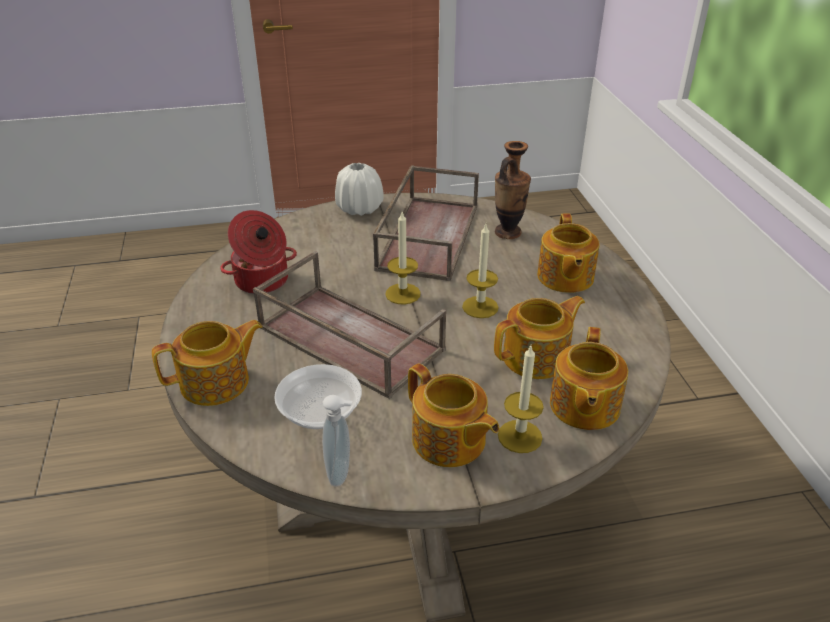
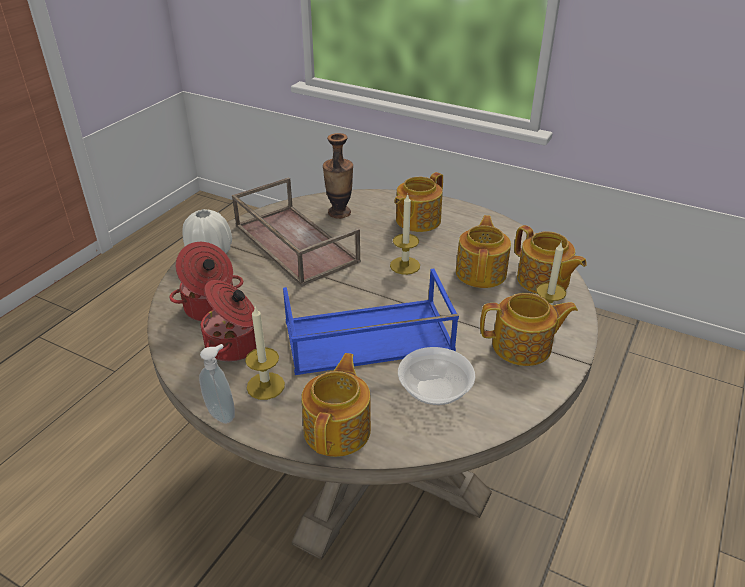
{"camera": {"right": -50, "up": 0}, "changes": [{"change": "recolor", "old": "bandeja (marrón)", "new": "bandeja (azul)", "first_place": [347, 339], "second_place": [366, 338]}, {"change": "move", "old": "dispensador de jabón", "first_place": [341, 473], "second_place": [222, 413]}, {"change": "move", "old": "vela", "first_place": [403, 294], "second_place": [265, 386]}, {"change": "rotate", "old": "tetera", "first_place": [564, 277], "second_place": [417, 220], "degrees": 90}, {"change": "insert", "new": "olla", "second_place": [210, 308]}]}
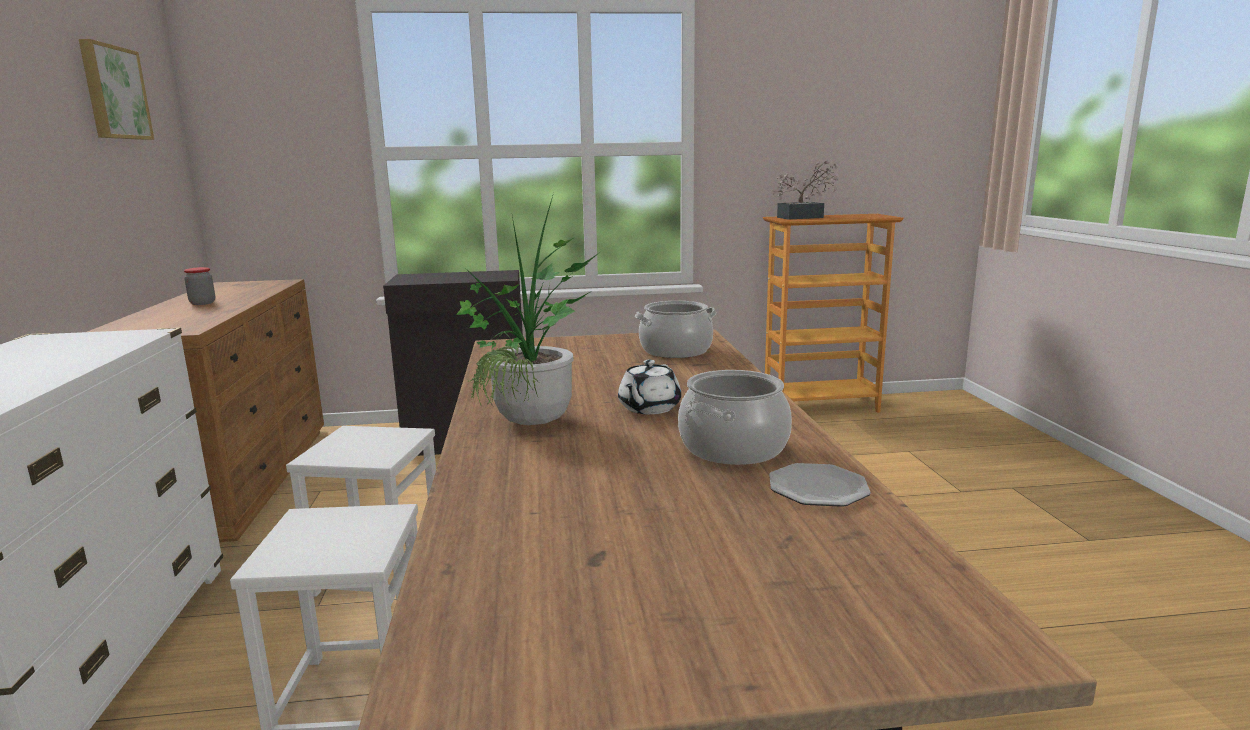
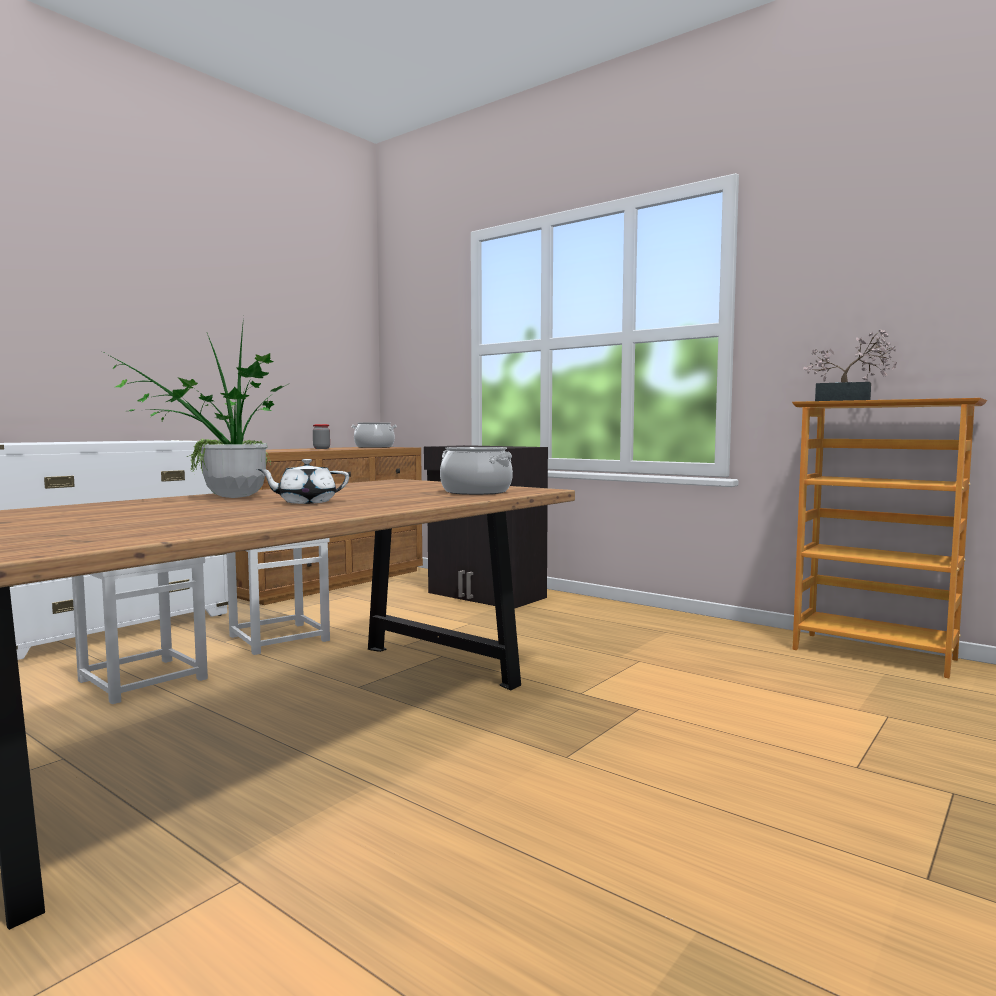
{"camera": {"right": 45, "up": -10}, "changes": [{"change": "delete", "old": "cuadro", "first_place": [113, 93]}, {"change": "move", "old": "olla", "first_place": [734, 448], "second_place": [374, 447]}, {"change": "delete", "old": "plato", "first_place": [819, 489]}]}
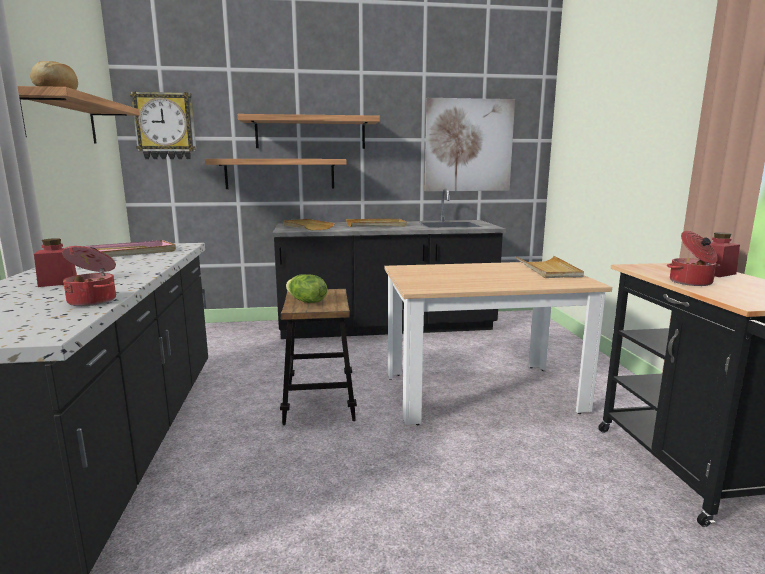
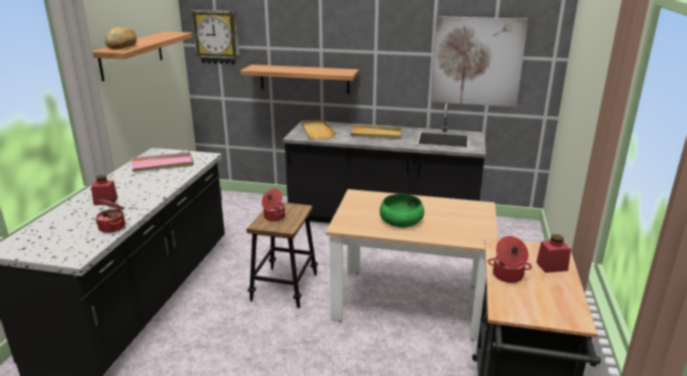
{"camera": {"right": 20, "up": 10}, "changes": [{"change": "delete", "old": "estante", "first_place": [310, 133]}, {"change": "replace", "old": "lechuga", "new": "olla", "first_place": [306, 301], "second_place": [273, 217]}, {"change": "delete", "old": "bandeja (beis)", "first_place": [548, 270]}, {"change": "insert", "new": "cuenco (verde)", "second_place": [401, 221]}]}
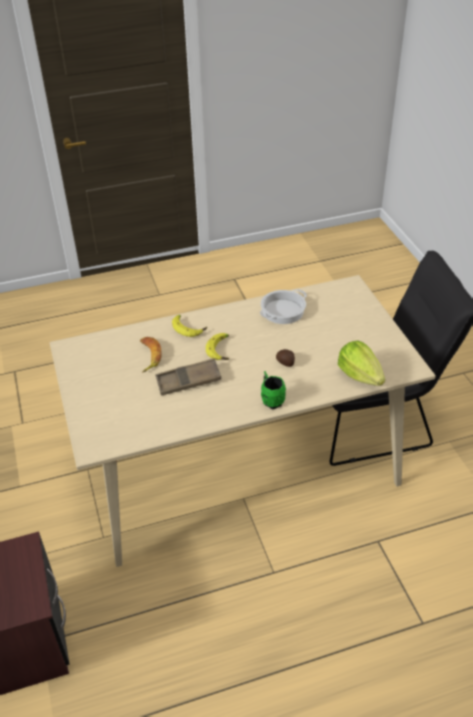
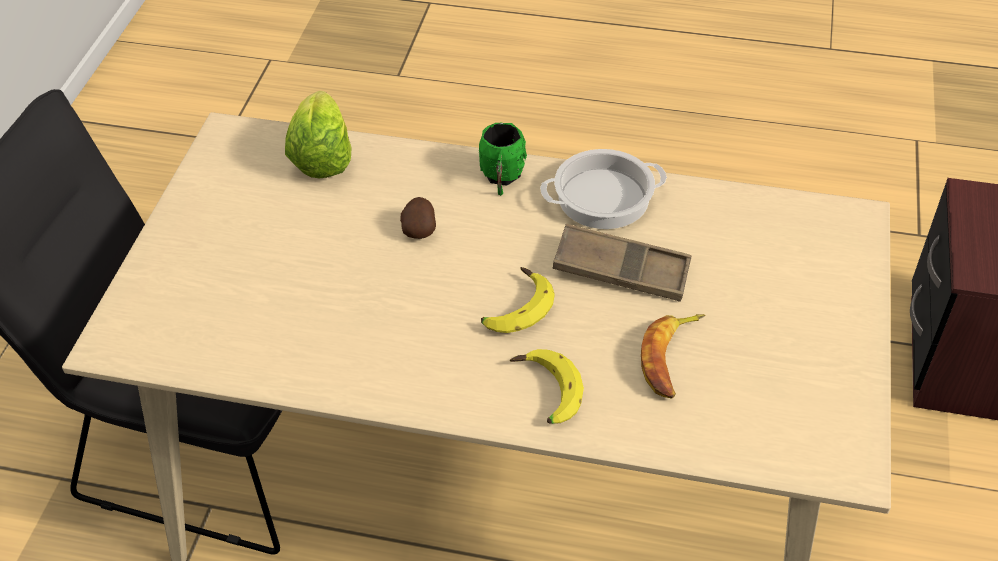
{"camera": {"right": -150, "up": 5}, "changes": [{"change": "move", "old": "olla", "first_place": [283, 311], "second_place": [603, 197]}]}
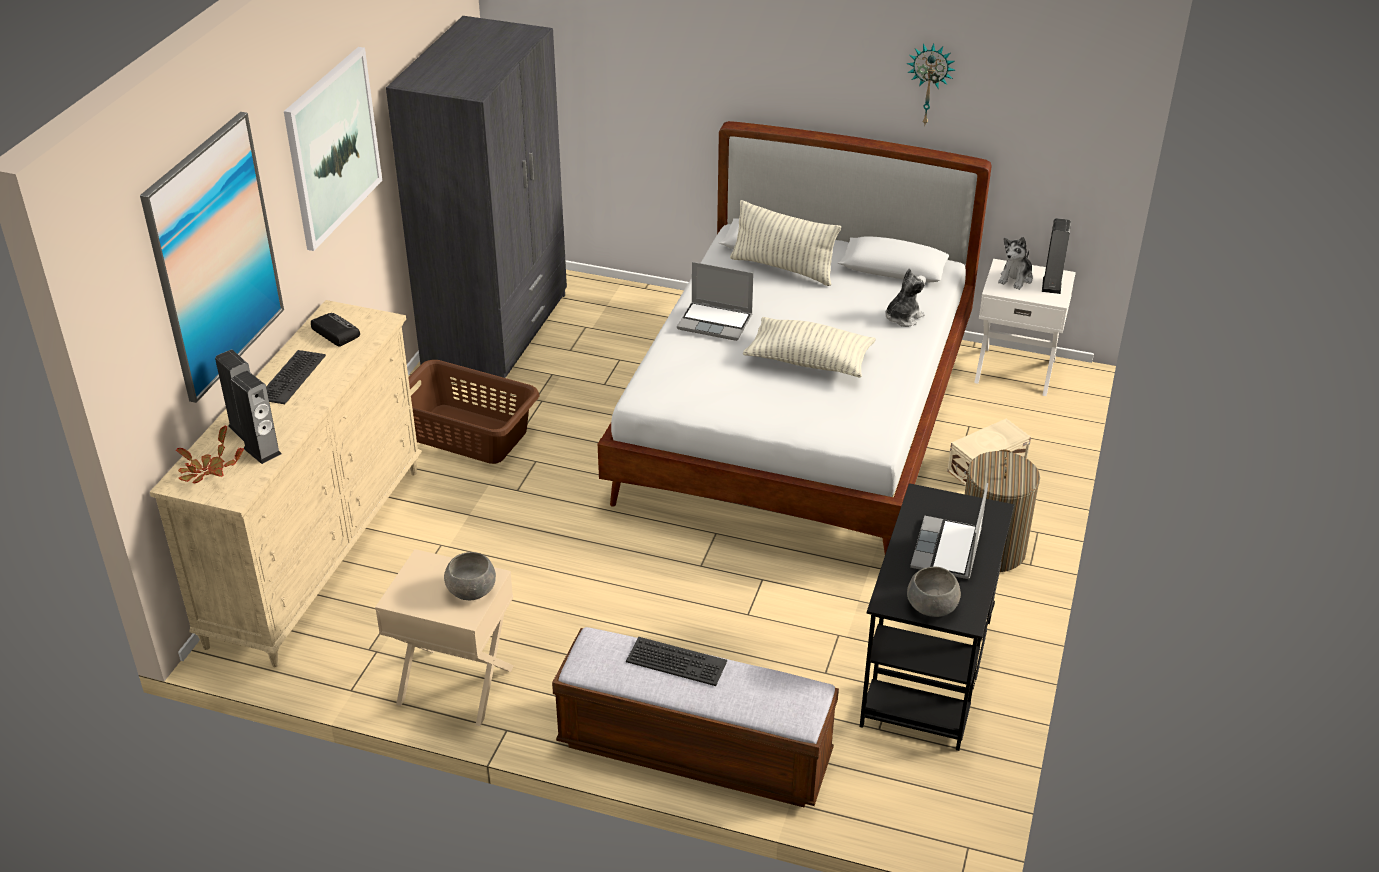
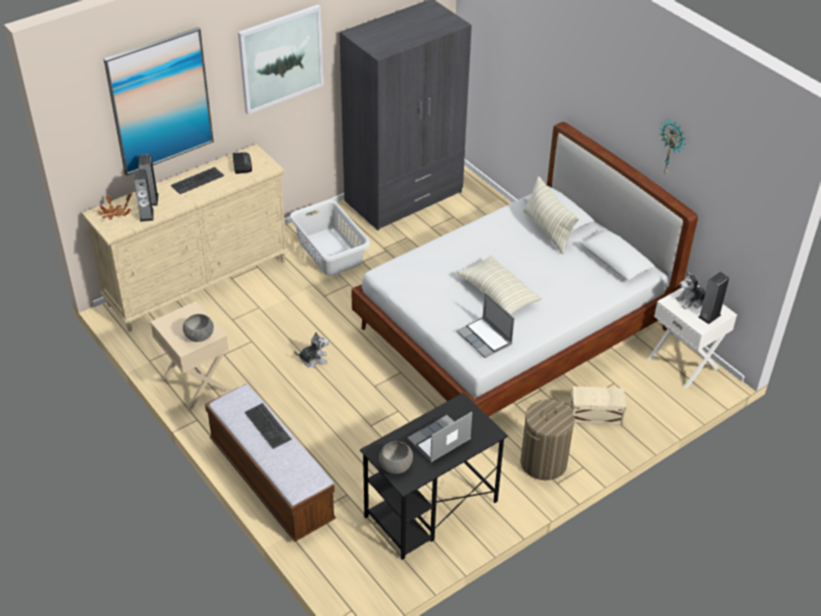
{"camera": {"right": 35, "up": 5}, "changes": [{"change": "recolor", "old": "cesto de la ropa (marrón)", "new": "cesto de la ropa (gris)", "first_place": [468, 433], "second_place": [330, 251]}, {"change": "move", "old": "portátil", "first_place": [716, 322], "second_place": [485, 338]}, {"change": "move", "old": "peluche", "first_place": [902, 317], "second_place": [313, 359]}]}
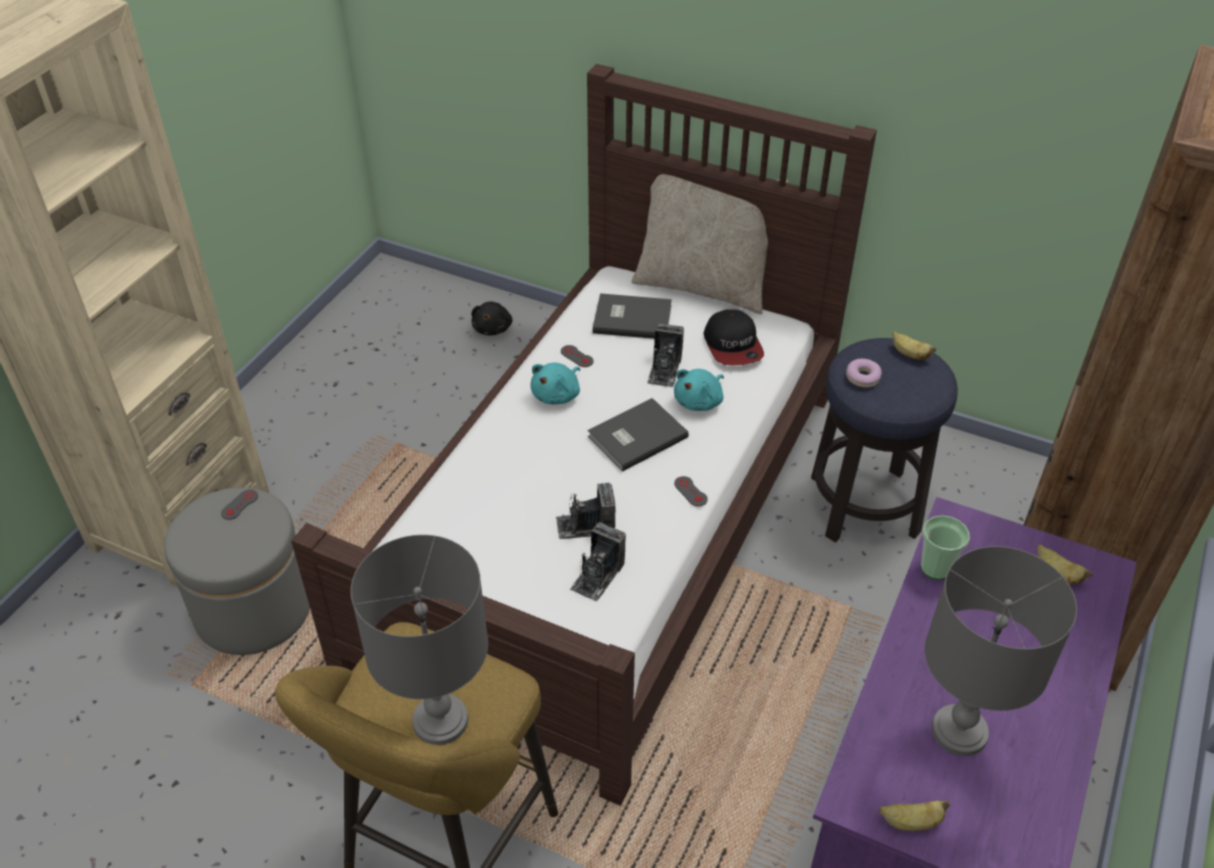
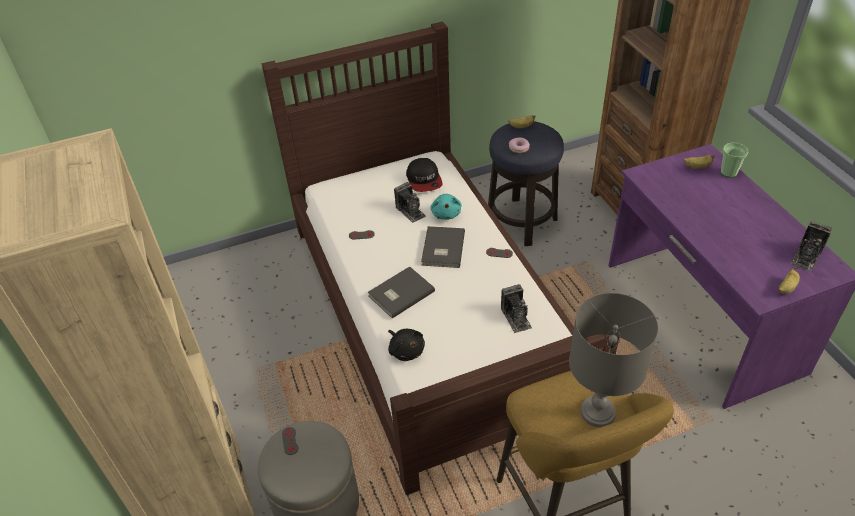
{"camera": {"right": -45, "up": 0}, "changes": [{"change": "move", "old": "peluche (negro)", "first_place": [493, 328], "second_place": [406, 350]}, {"change": "delete", "old": "peluche (turquesa)", "first_place": [557, 395]}, {"change": "move", "old": "cámara", "first_place": [585, 526], "second_place": [806, 256]}, {"change": "move", "old": "libro (gris)", "first_place": [631, 318], "second_place": [399, 293]}, {"change": "delete", "old": "cojín (beis)", "first_place": [703, 285]}, {"change": "rotate", "old": "gorra", "first_place": [733, 346], "second_place": [424, 180], "degrees": 45}, {"change": "move", "old": "taza", "first_place": [935, 568], "second_place": [728, 172]}, {"change": "delete", "old": "lámpara de mesa (gris)", "first_place": [958, 731]}]}
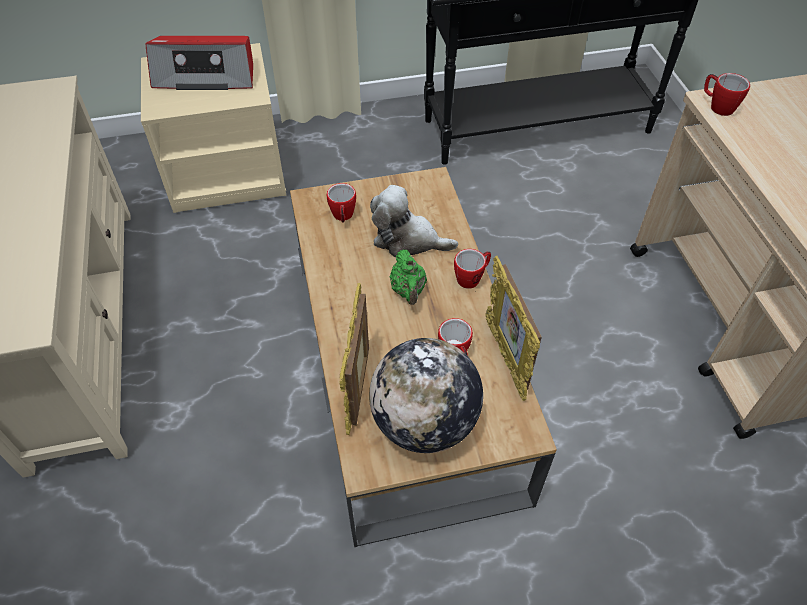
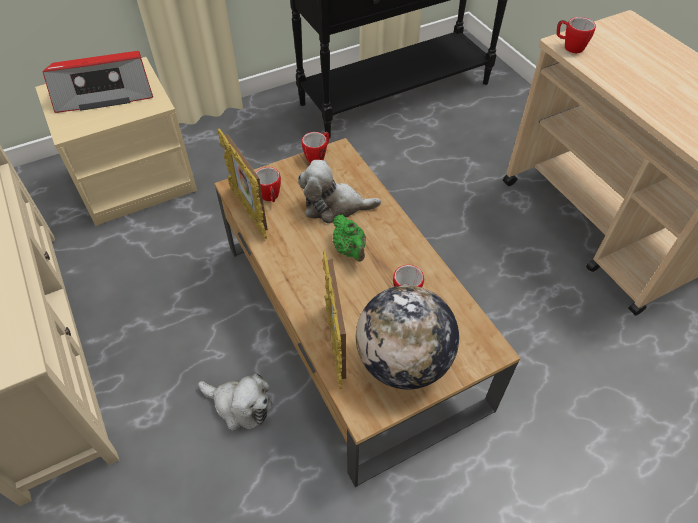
{"camera": {"right": -15, "up": 0}, "changes": [{"change": "move", "old": "taza grande", "first_place": [472, 278], "second_place": [318, 156]}, {"change": "move", "old": "portarretratos", "first_place": [506, 358], "second_place": [249, 212]}, {"change": "insert", "new": "peluche", "second_place": [240, 406]}]}
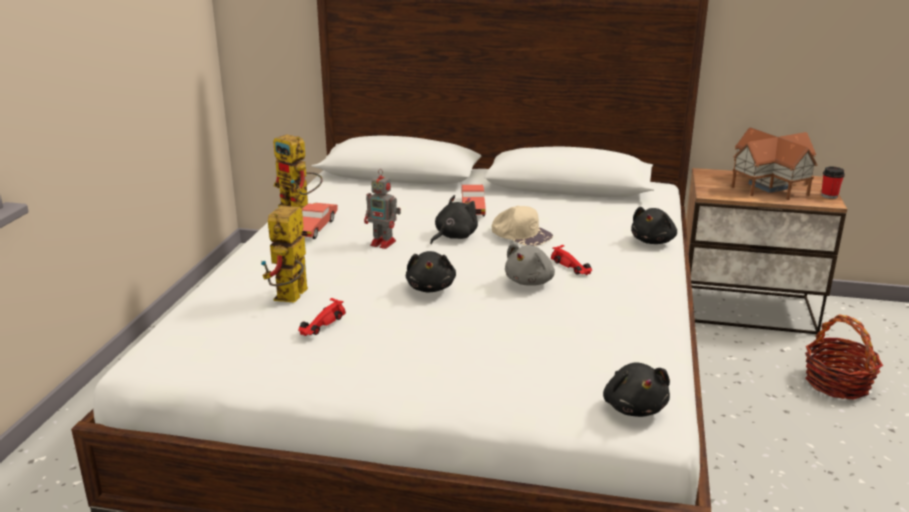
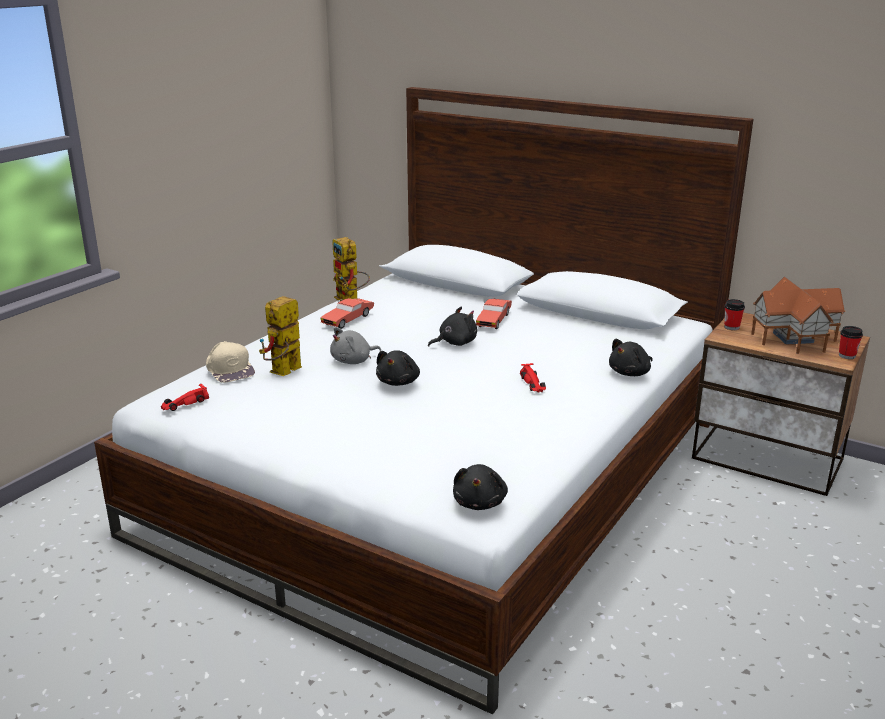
{"camera": {"right": 20, "up": 0}, "changes": [{"change": "move", "old": "coche de juguete (rojo)", "first_place": [321, 324], "second_place": [184, 403]}, {"change": "delete", "old": "robot de juguete", "first_place": [384, 243]}, {"change": "move", "old": "gorra (beis)", "first_place": [521, 234], "second_place": [230, 369]}, {"change": "move", "old": "peluche (gris)", "first_place": [530, 281], "second_place": [353, 361]}, {"change": "delete", "old": "cesta", "first_place": [837, 383]}, {"change": "insert", "new": "taza", "second_place": [731, 327]}]}
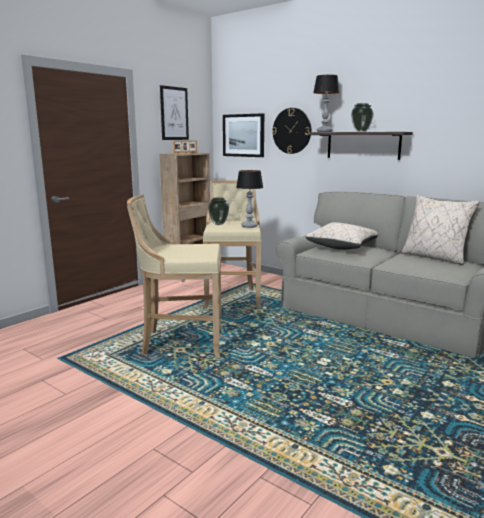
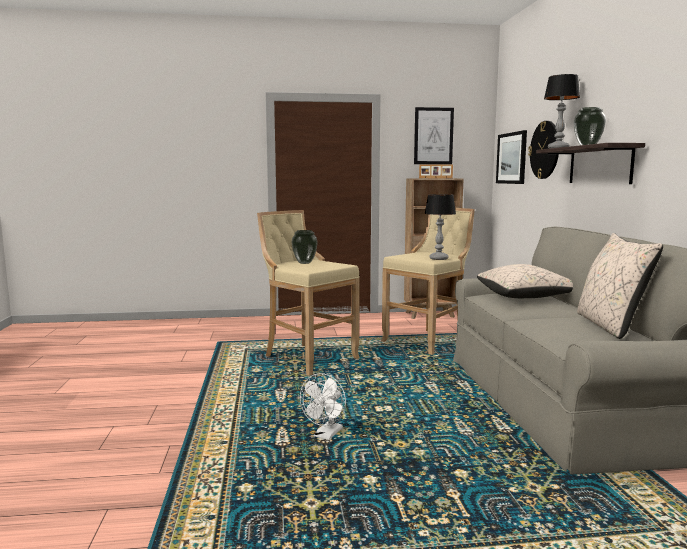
{"camera": {"right": 45, "up": -5}, "changes": [{"change": "move", "old": "florero", "first_place": [218, 224], "second_place": [304, 263]}, {"change": "insert", "new": "ventilador (blanco)", "second_place": [326, 435]}]}
